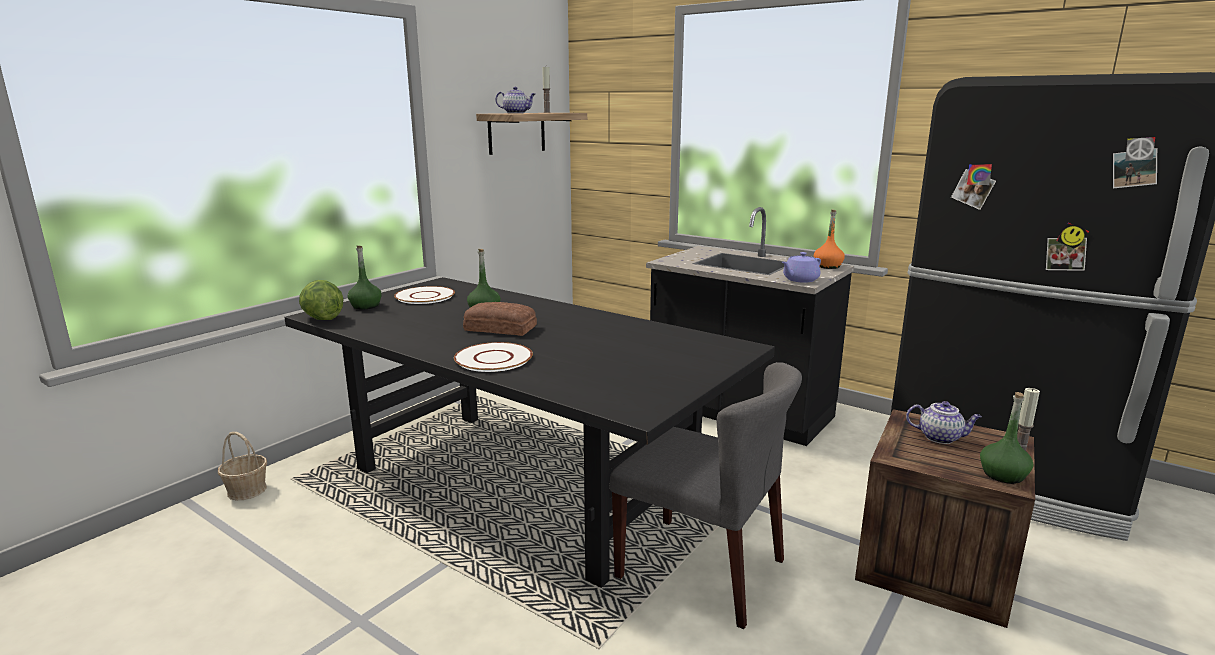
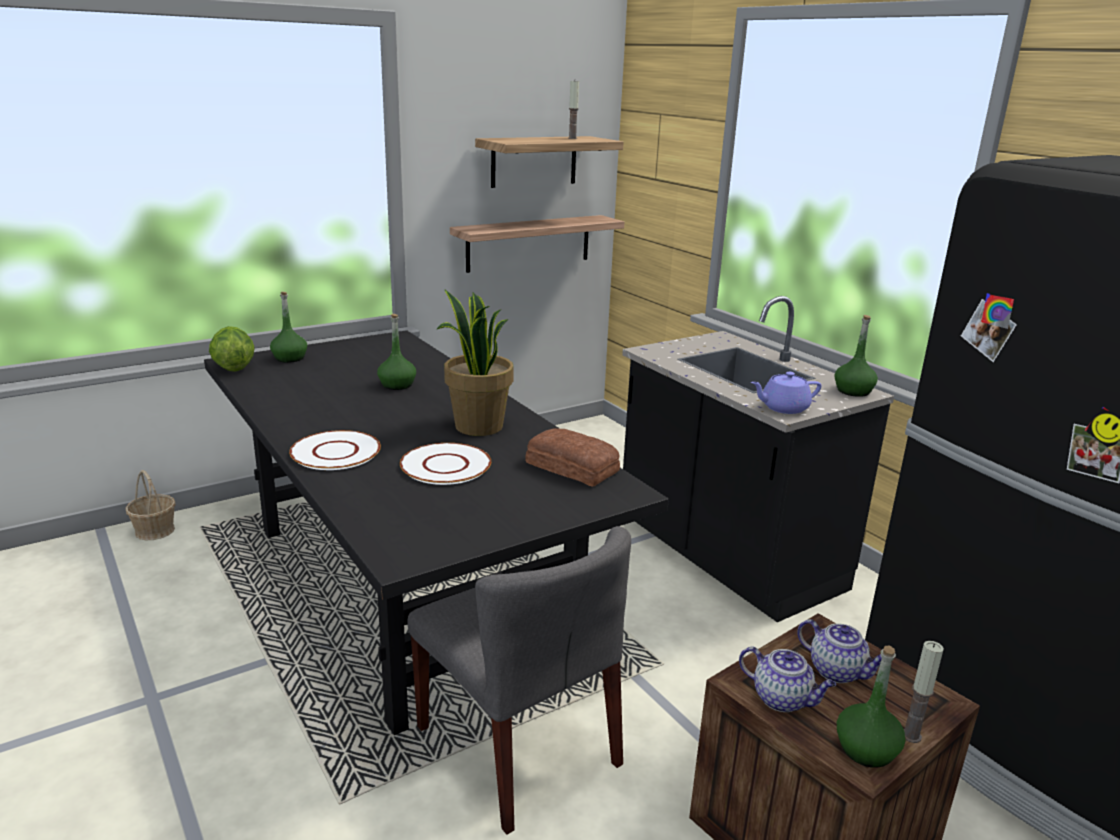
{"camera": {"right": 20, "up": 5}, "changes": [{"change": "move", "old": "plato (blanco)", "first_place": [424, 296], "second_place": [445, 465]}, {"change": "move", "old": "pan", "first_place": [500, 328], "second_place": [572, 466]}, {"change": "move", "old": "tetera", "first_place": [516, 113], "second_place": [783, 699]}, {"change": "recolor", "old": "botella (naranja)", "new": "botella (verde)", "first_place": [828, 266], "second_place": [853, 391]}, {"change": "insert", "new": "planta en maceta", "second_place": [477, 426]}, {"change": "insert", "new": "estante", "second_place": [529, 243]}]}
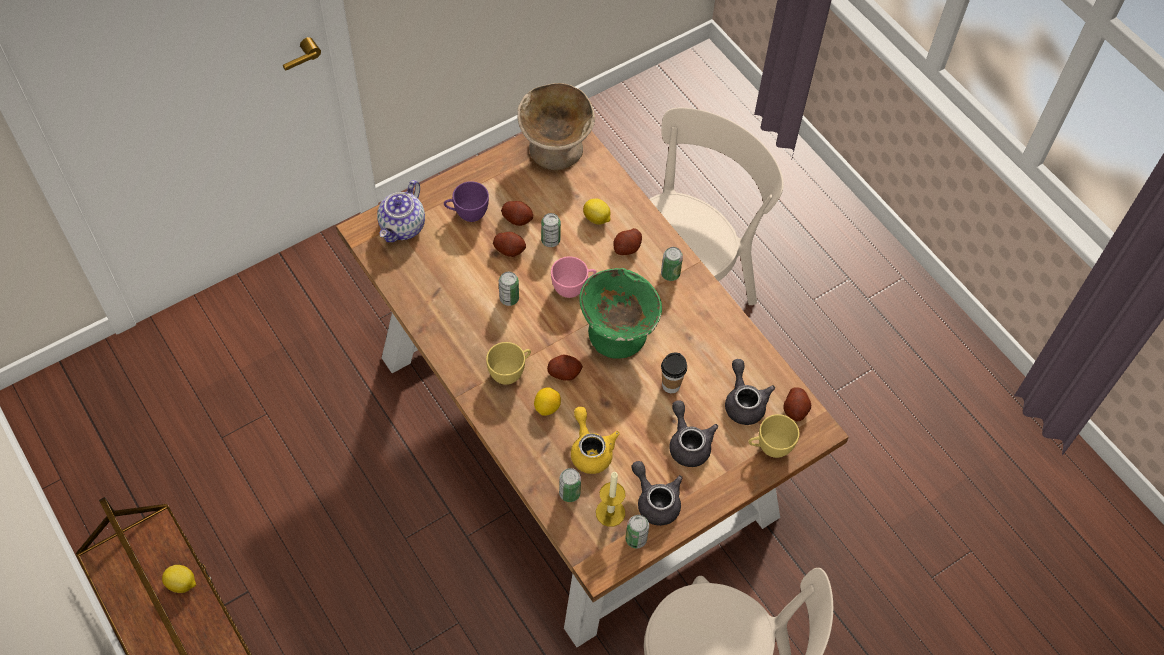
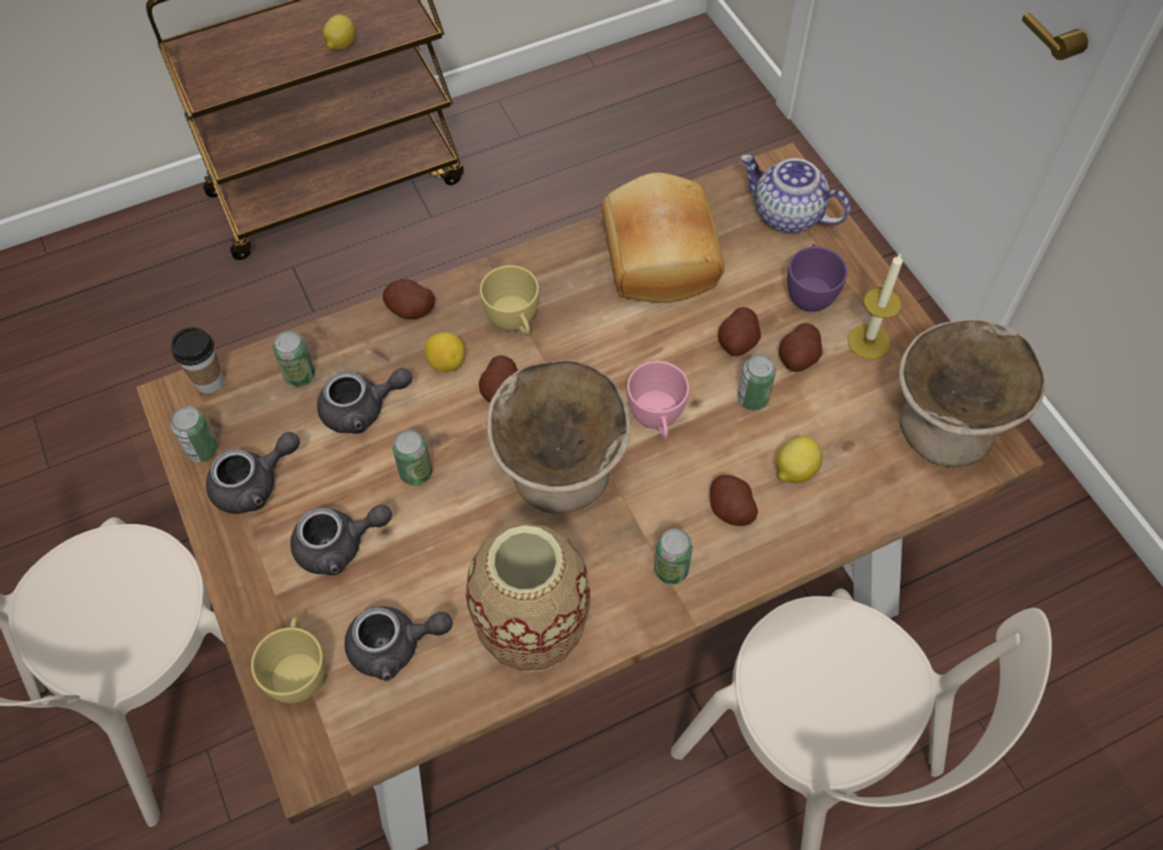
{"camera": {"right": 100, "up": 0}, "changes": [{"change": "move", "old": "lata", "first_place": [509, 298], "second_place": [416, 473]}, {"change": "recolor", "old": "tetera (amarillo)", "new": "tetera (gris)", "first_place": [590, 449], "second_place": [362, 409]}, {"change": "recolor", "old": "cuenco (verde)", "new": "cuenco (beis)", "first_place": [617, 333], "second_place": [560, 471]}, {"change": "move", "old": "vela", "first_place": [610, 512], "second_place": [868, 341]}, {"change": "move", "old": "taza", "first_place": [671, 385], "second_place": [209, 381]}, {"change": "move", "old": "patata", "first_place": [795, 409], "second_place": [410, 309]}, {"change": "insert", "new": "florero", "second_place": [531, 630]}, {"change": "insert", "new": "pan", "second_place": [656, 257]}]}
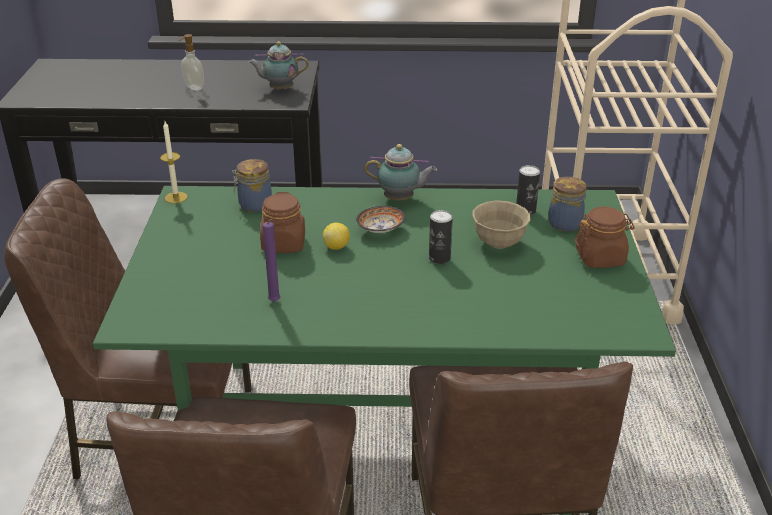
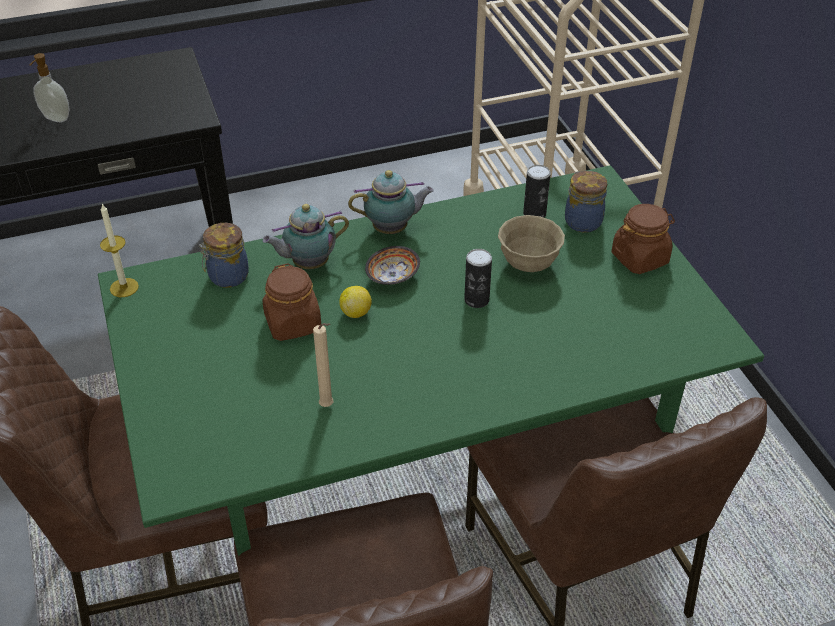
{"camera": {"right": -20, "up": 10}, "changes": [{"change": "move", "old": "tetera", "first_place": [279, 89], "second_place": [308, 264]}, {"change": "recolor", "old": "vela (morado)", "new": "vela (beis)", "first_place": [275, 302], "second_place": [328, 406]}]}
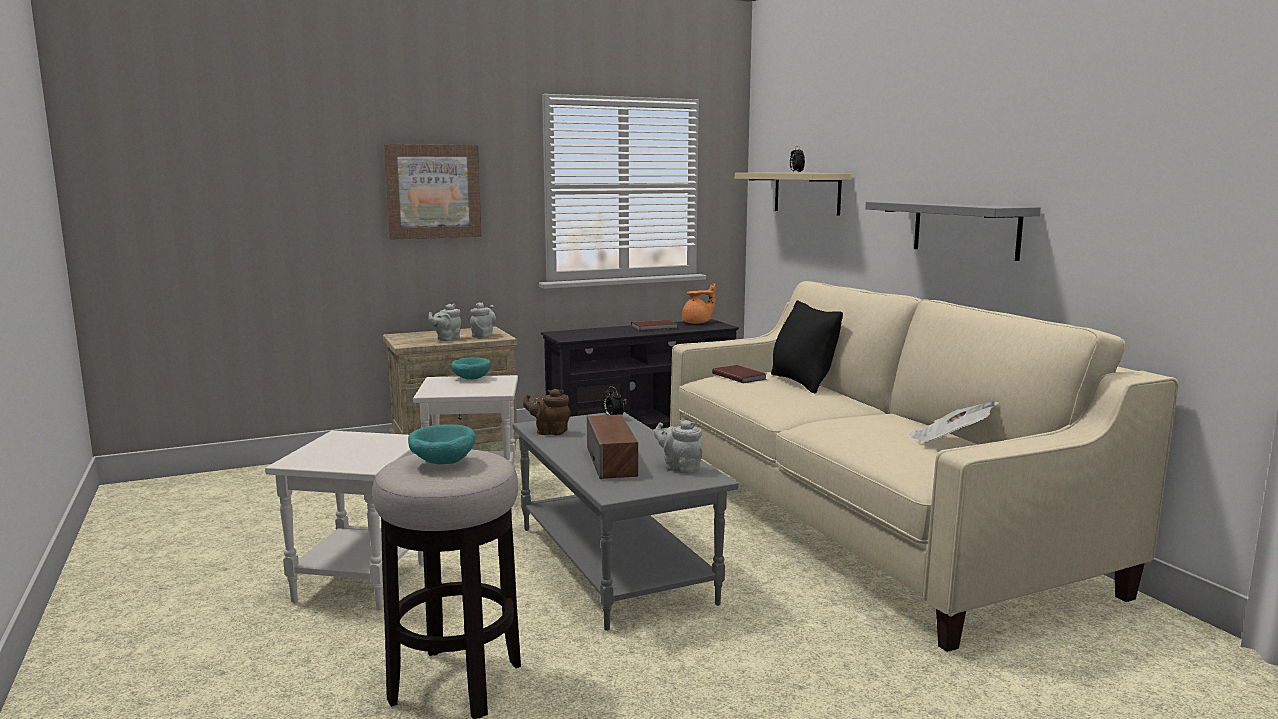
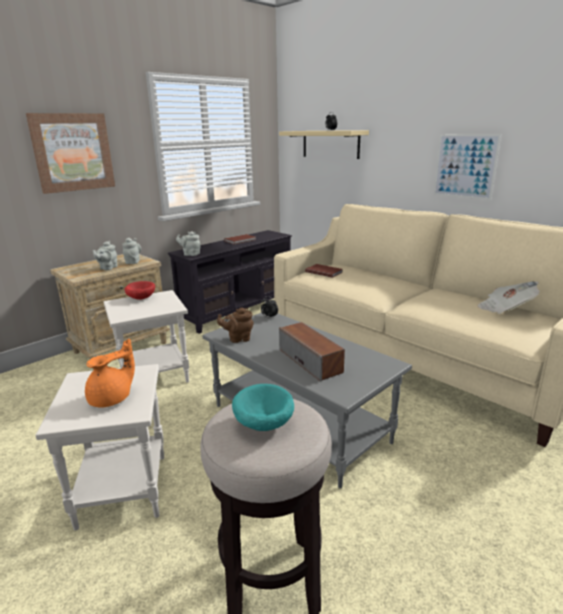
{"camera": {"right": -20, "up": 10}, "changes": [{"change": "recolor", "old": "cuenco (turquesa)", "new": "cuenco (rojo)", "first_place": [470, 378], "second_place": [140, 298]}, {"change": "move", "old": "tetera (gris)", "first_place": [679, 468], "second_place": [190, 254]}, {"change": "move", "old": "tetera (naranja)", "first_place": [697, 323], "second_place": [112, 399]}, {"change": "delete", "old": "cojín (negro)", "first_place": [802, 383]}, {"change": "replace", "old": "estante (gris)", "new": "cuadro", "first_place": [965, 229], "second_place": [465, 166]}]}
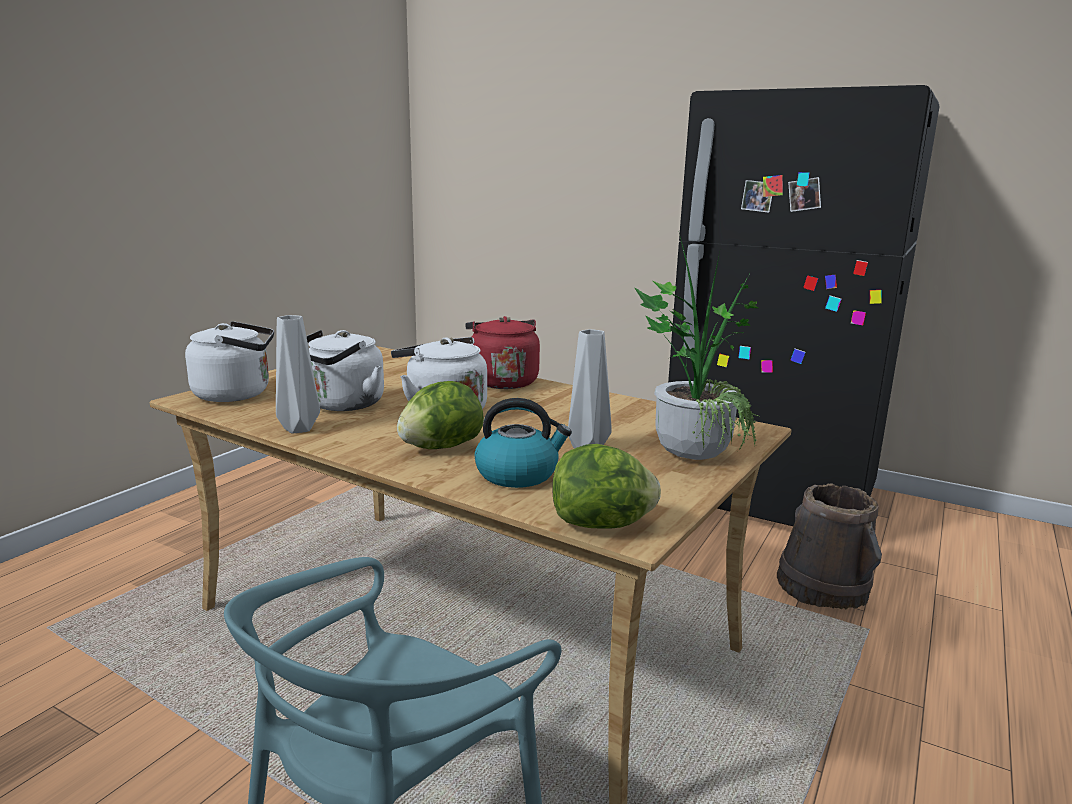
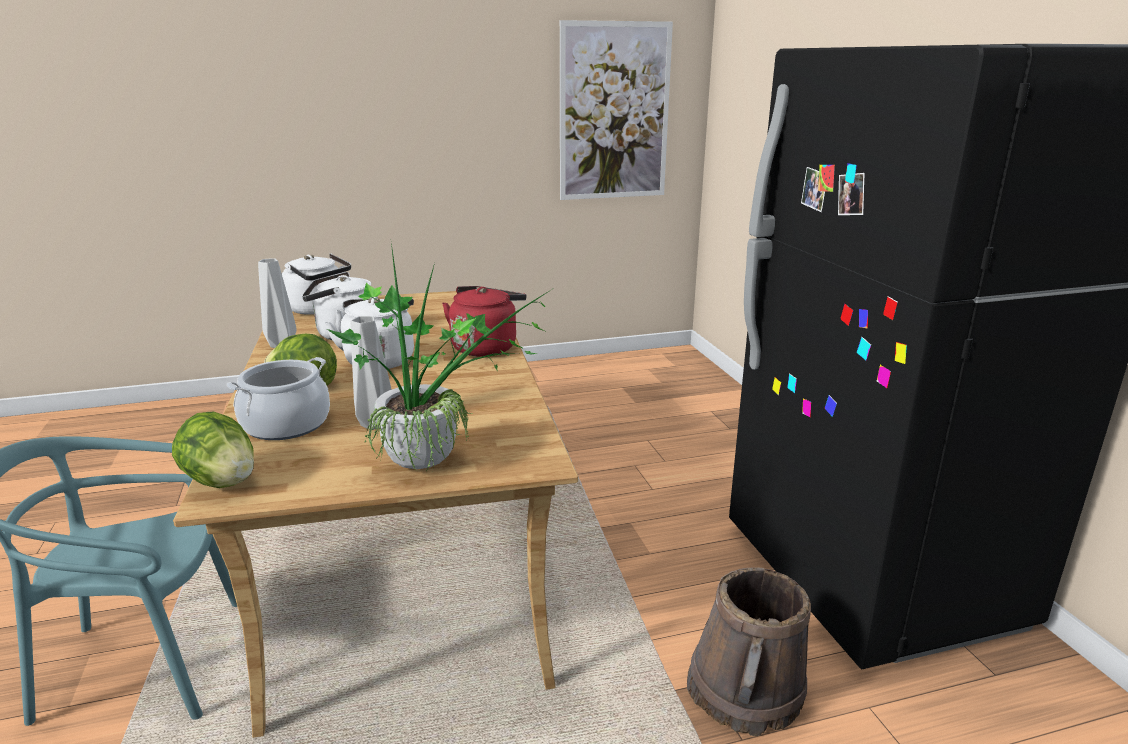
{"camera": {"right": 45, "up": 5}, "changes": [{"change": "replace", "old": "hervidor", "new": "olla", "first_place": [518, 474], "second_place": [286, 424]}, {"change": "insert", "new": "cuadro", "second_place": [614, 112]}]}
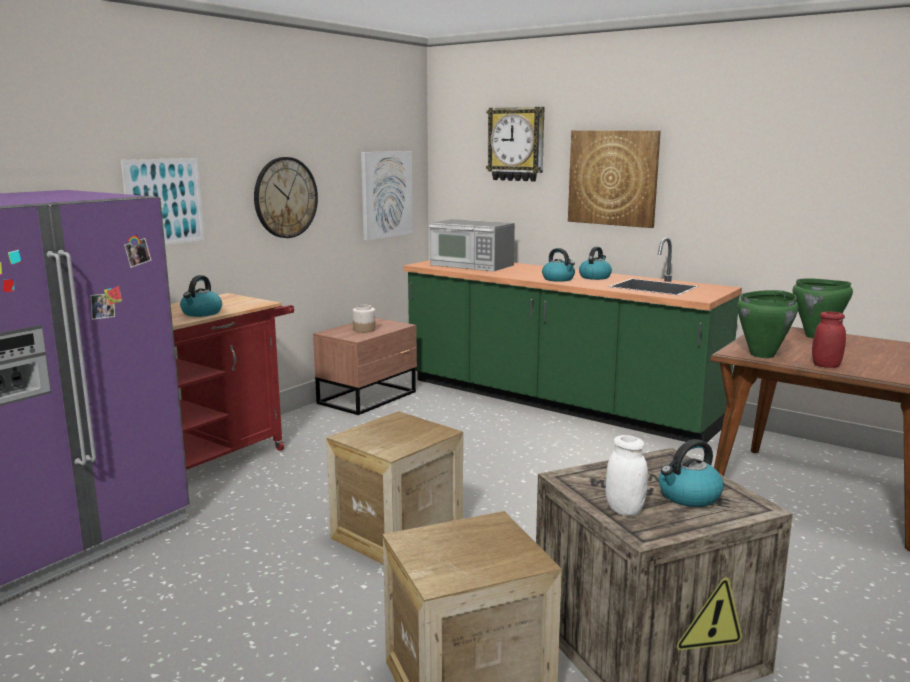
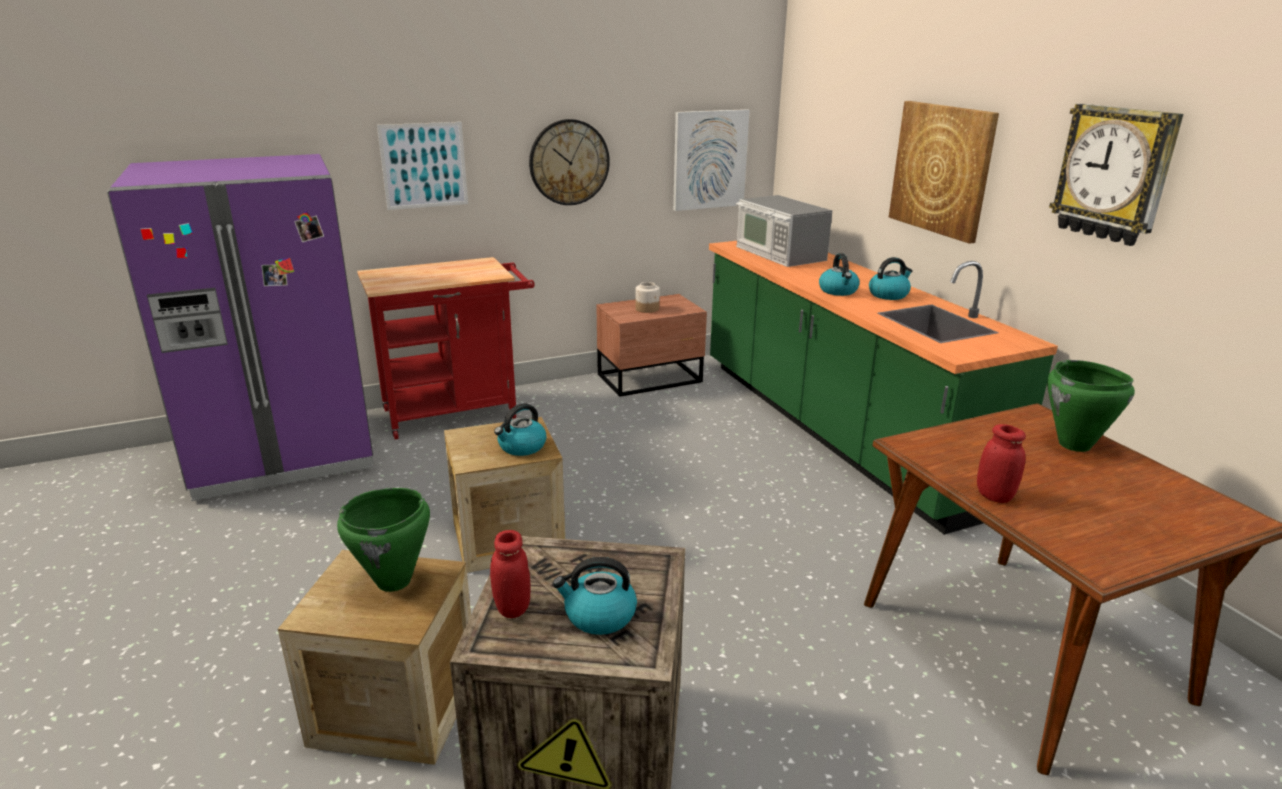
{"camera": {"right": 30, "up": 10}, "changes": [{"change": "move", "old": "hervidor", "first_place": [201, 313], "second_place": [521, 447]}, {"change": "move", "old": "reloj de pared", "first_place": [516, 144], "second_place": [1113, 174]}, {"change": "recolor", "old": "tarro (blanco)", "new": "tarro (rojo)", "first_place": [624, 510], "second_place": [512, 608]}, {"change": "move", "old": "olla (verde)", "first_place": [763, 355], "second_place": [394, 581]}]}
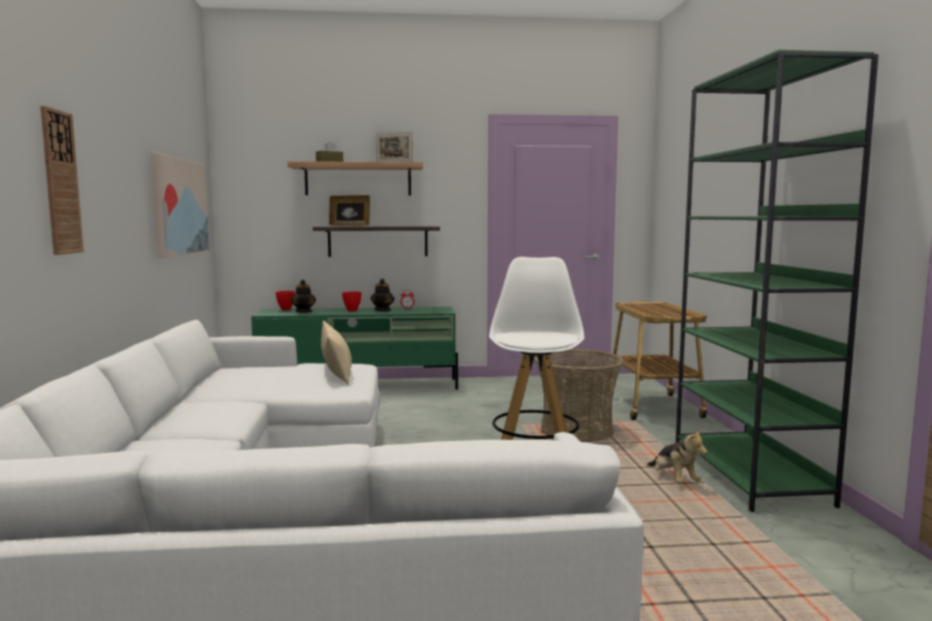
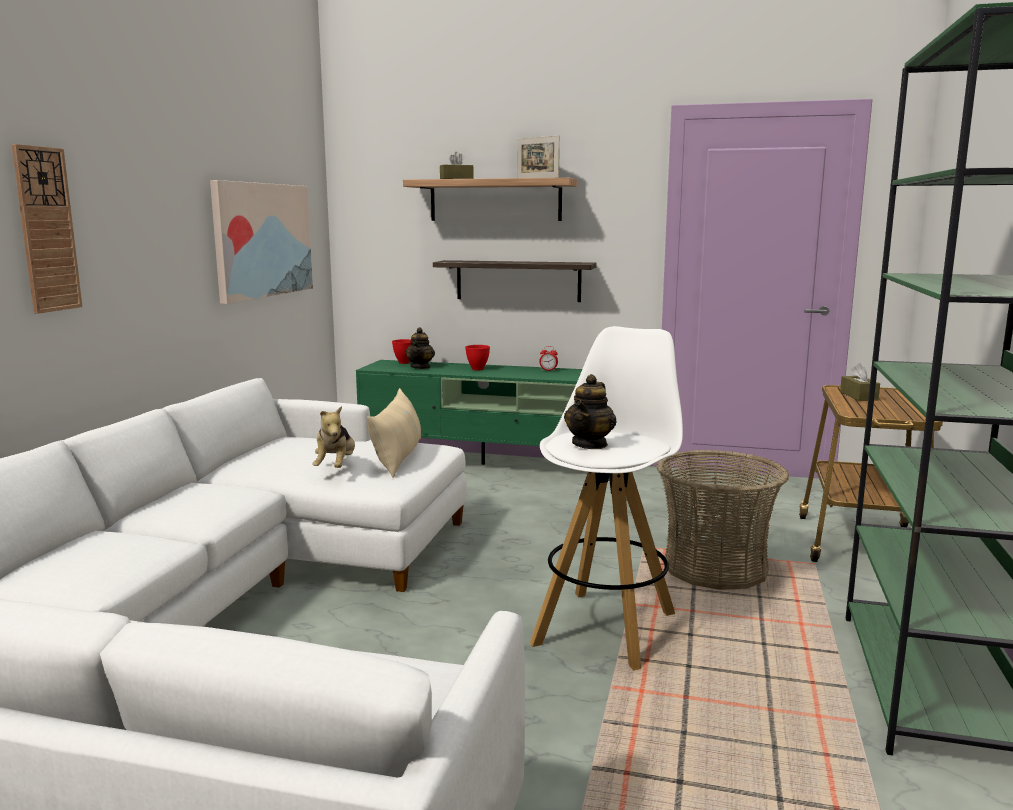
{"camera": {"right": 20, "up": 5}, "changes": [{"change": "delete", "old": "portarretratos", "first_place": [350, 226]}, {"change": "move", "old": "tetera", "first_place": [383, 310], "second_place": [590, 444]}, {"change": "move", "old": "peluche", "first_place": [674, 480], "second_place": [336, 467]}, {"change": "insert", "new": "caja de pañuelos (marrón)", "second_place": [858, 396]}]}
